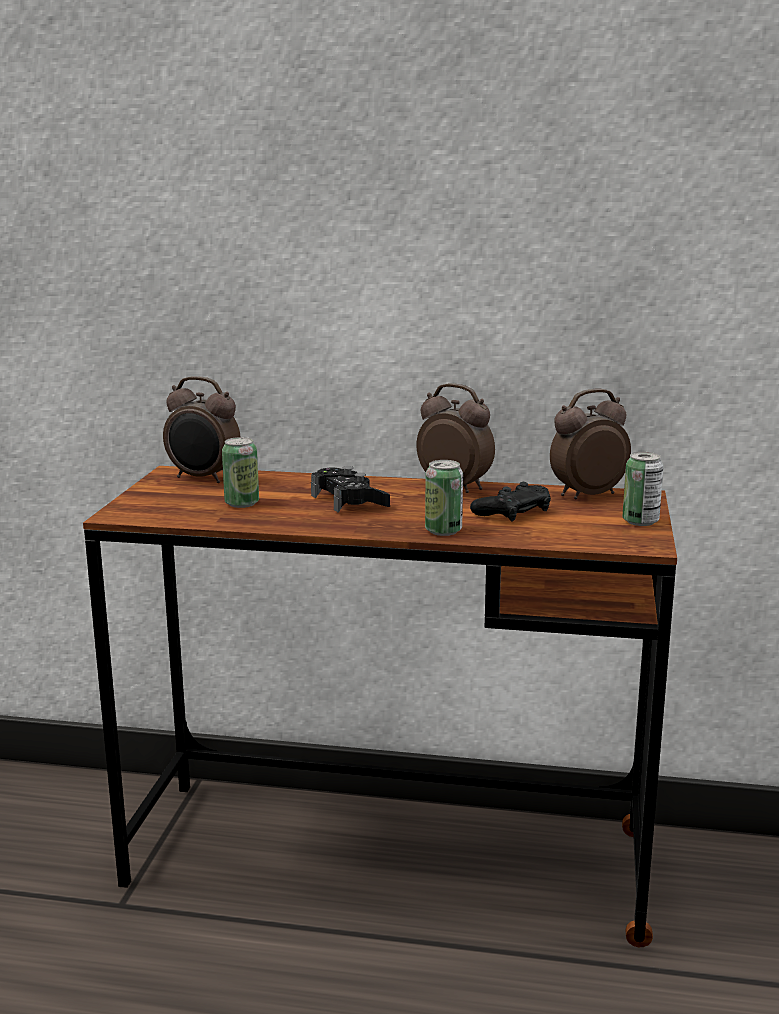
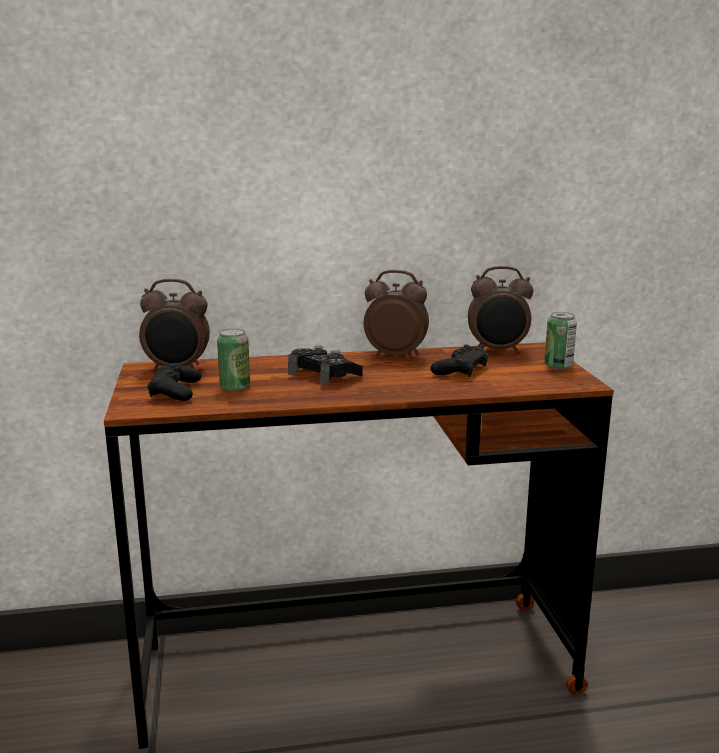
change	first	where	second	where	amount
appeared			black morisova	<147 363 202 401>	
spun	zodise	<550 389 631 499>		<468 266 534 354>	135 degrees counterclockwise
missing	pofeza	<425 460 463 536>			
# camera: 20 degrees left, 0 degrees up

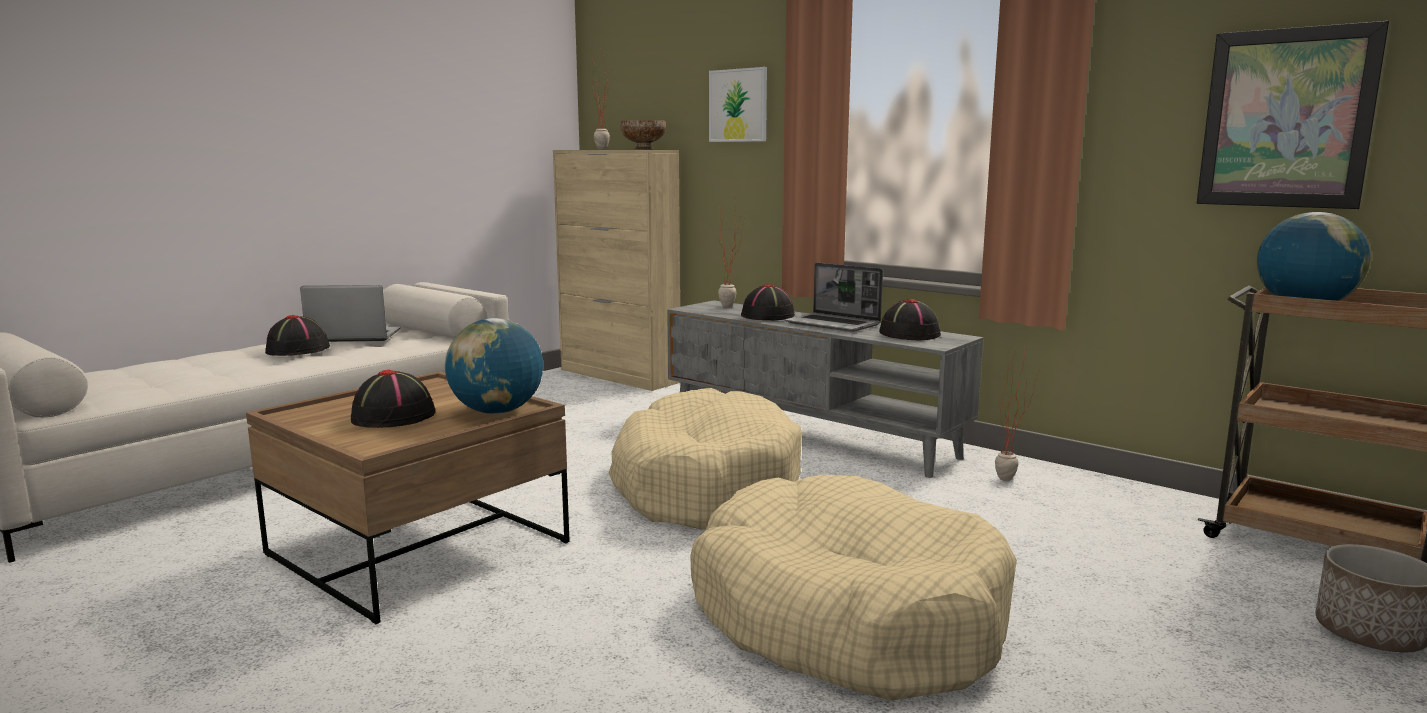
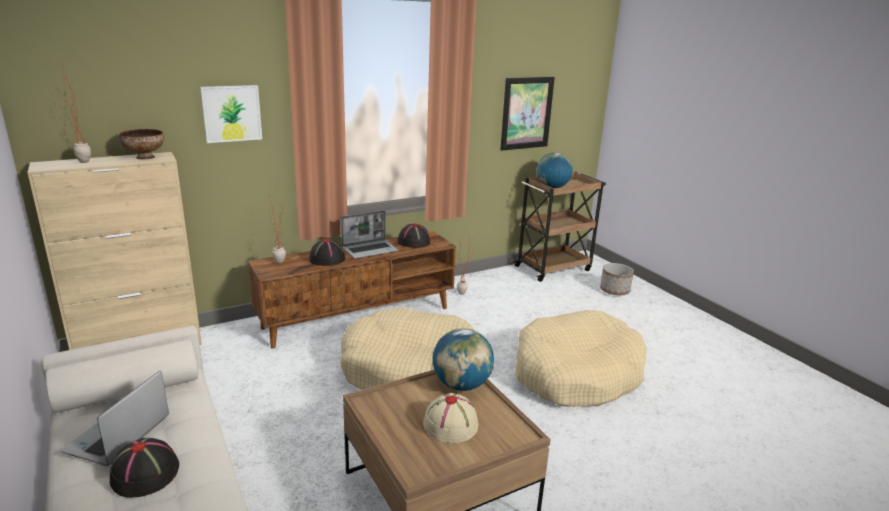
change	first	where	second	where	amount
colour	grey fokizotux	<667 300 983 478>	brown fokizotux	<248 231 456 349>	
colour	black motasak	<351 369 436 428>	beige motasak	<423 393 478 443>	
# camera: 70 degrees left, 10 degrees up

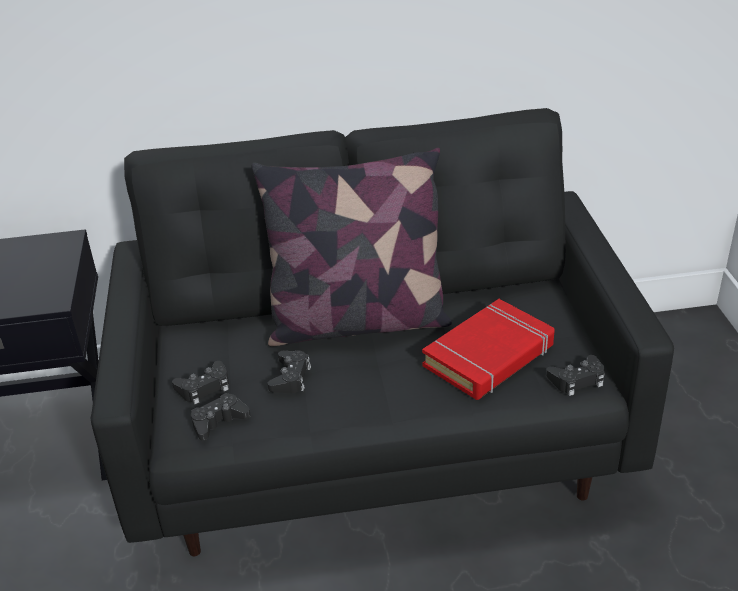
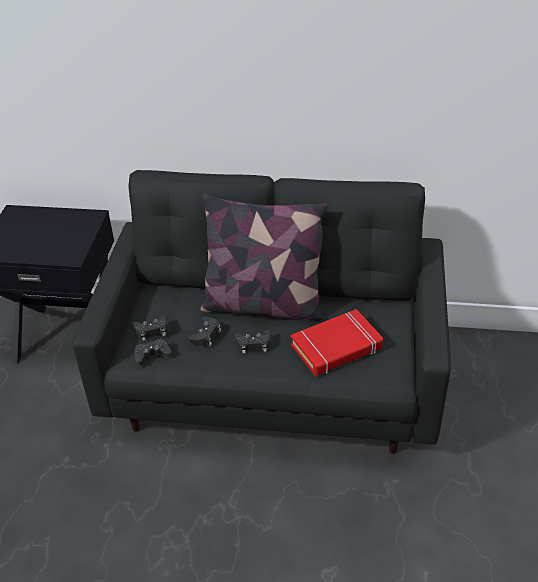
change	first	where	second	where	amount
relocated	black morisova	<546 355 605 396>		<235 330 271 353>	
# camera: 15 degrees right, 5 degrees up

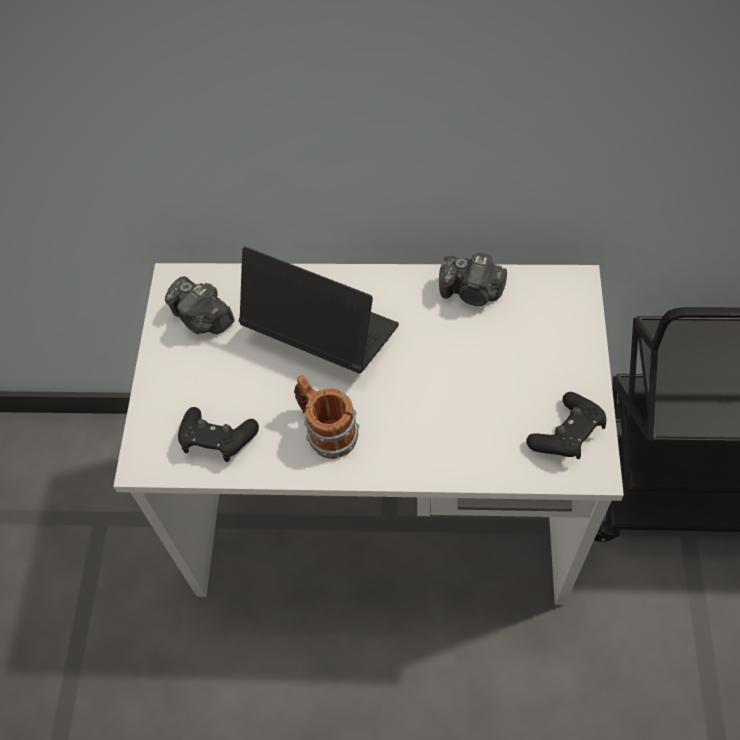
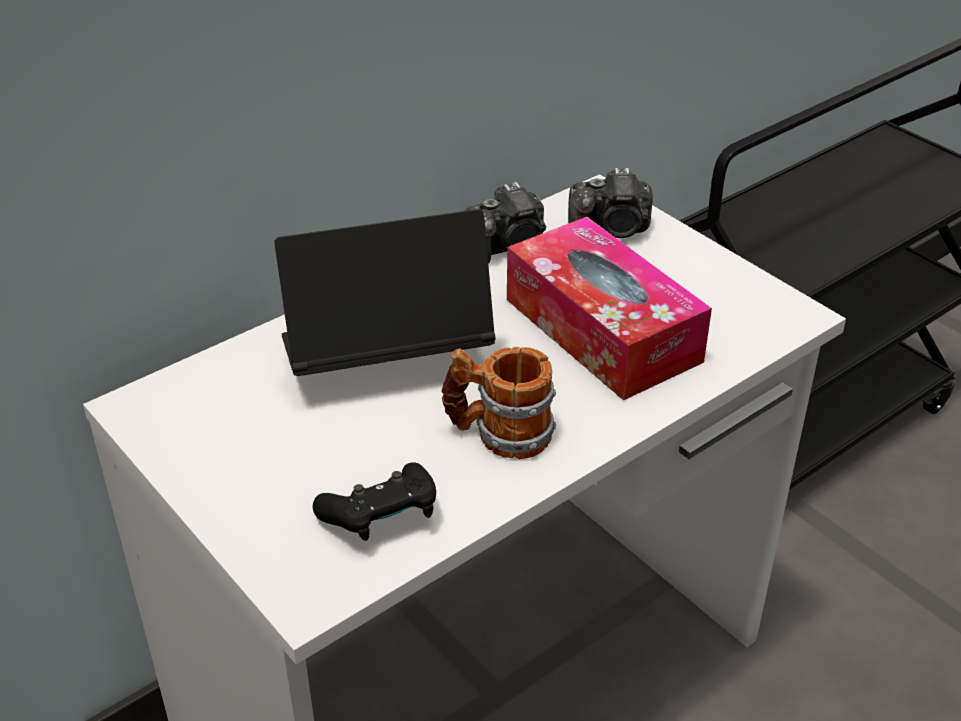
change	first	where	second	where	amount
appeared			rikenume	<507 217 712 400>	
relocated	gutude	<165 276 235 334>		<568 168 653 238>	
missing	black morisova	<526 392 607 459>			
# camera: 45 degrees left, 20 degrees down

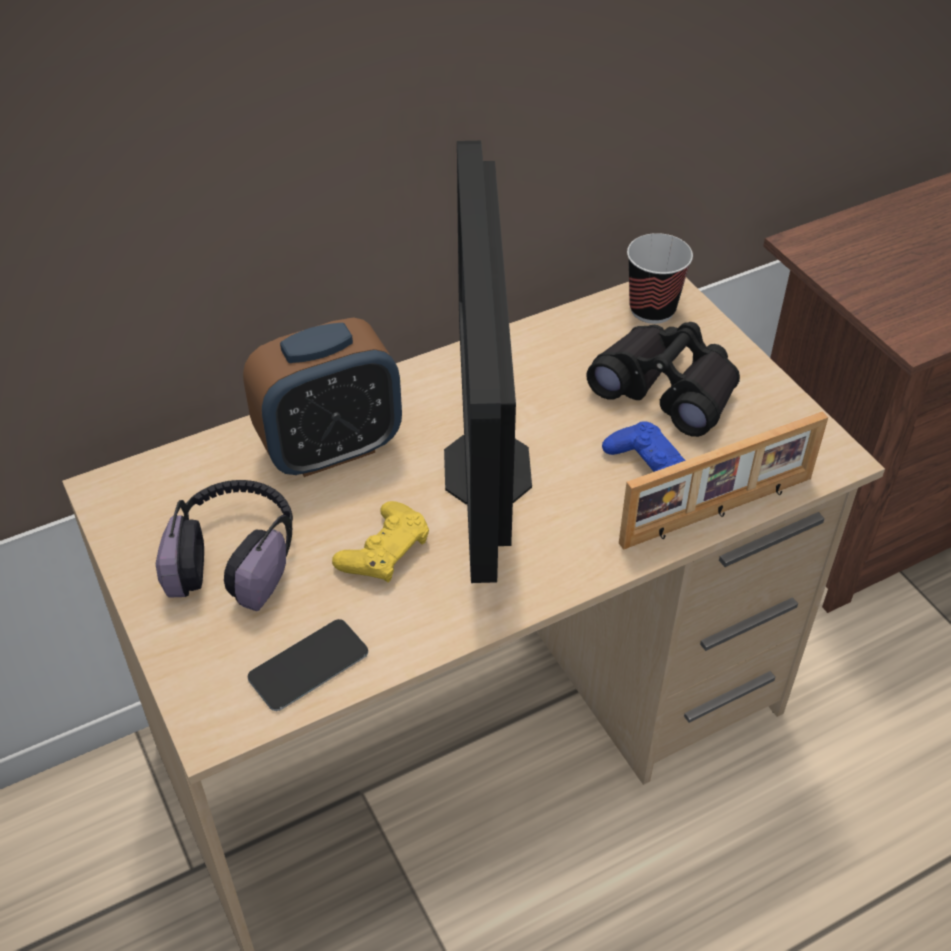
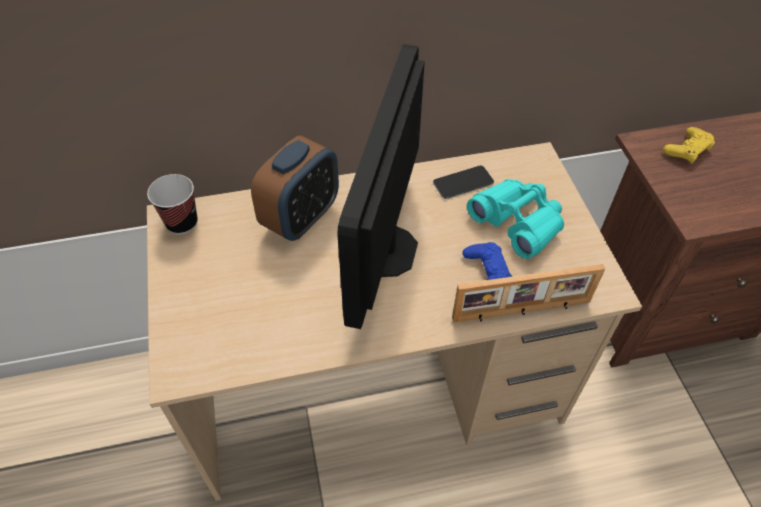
change	first	where	second	where	amount
relocated	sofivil	<627 233 693 324>		<147 174 198 234>	
spun	zodise	<243 317 402 477>		<251 135 339 241>	45 degrees counterclockwise
relocated	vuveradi	<248 619 368 711>		<433 166 494 199>	
colour	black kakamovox	<587 322 740 437>	turquoise kakamovox	<467 179 564 259>	
relocated	yellow morisova	<332 501 429 582>		<663 127 715 164>	
missing	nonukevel	<156 480 293 611>			
# camera: 15 degrees right, 5 degrees up

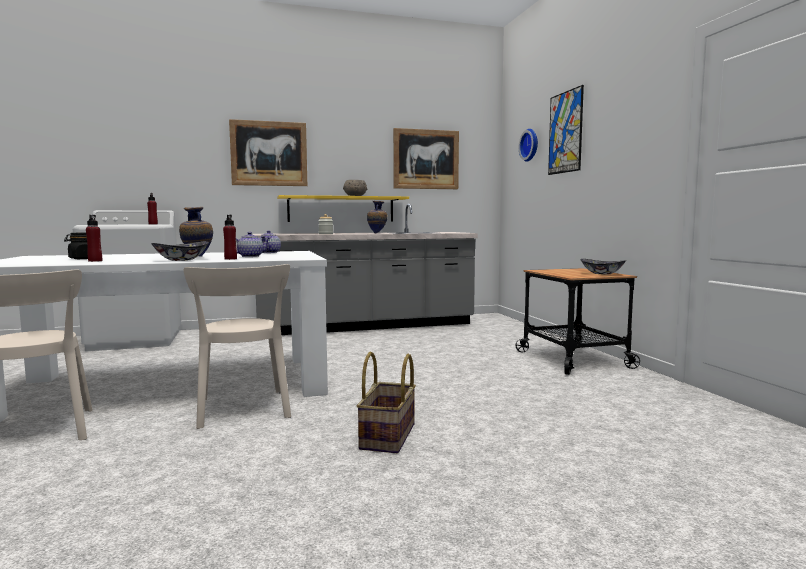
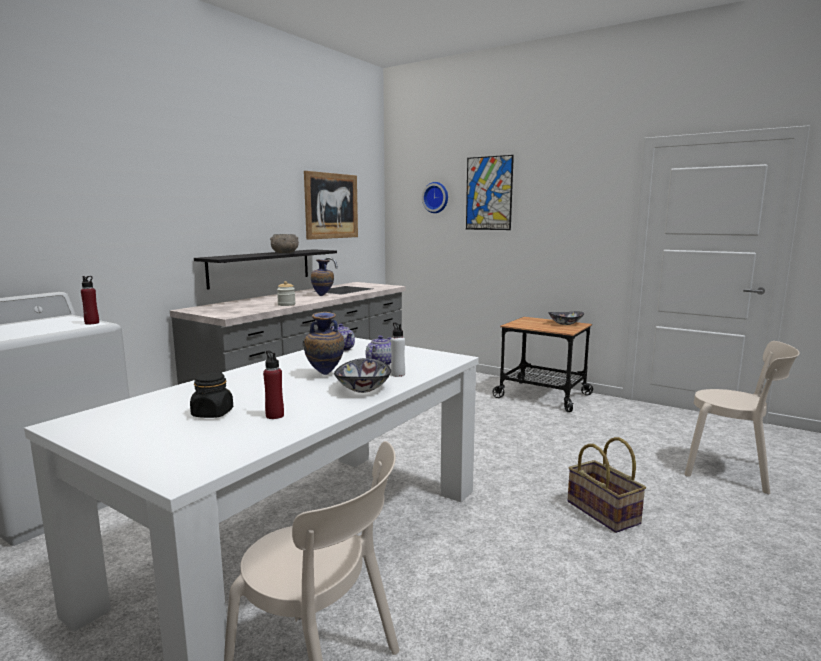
change	first	where	second	where	amount
colour	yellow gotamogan	<277 195 409 222>	black gotamogan	<194 249 337 290>	
colour	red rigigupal	<223 215 237 260>	white rigigupal	<391 322 405 377>	
relocated	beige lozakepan	<184 264 291 429>		<684 341 800 494>	
missing	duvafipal	<229 119 308 186>			
# camera: 40 degrees left, 5 degrees up

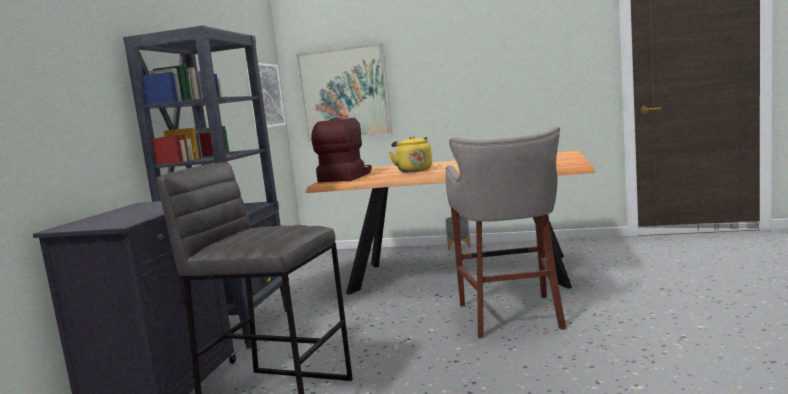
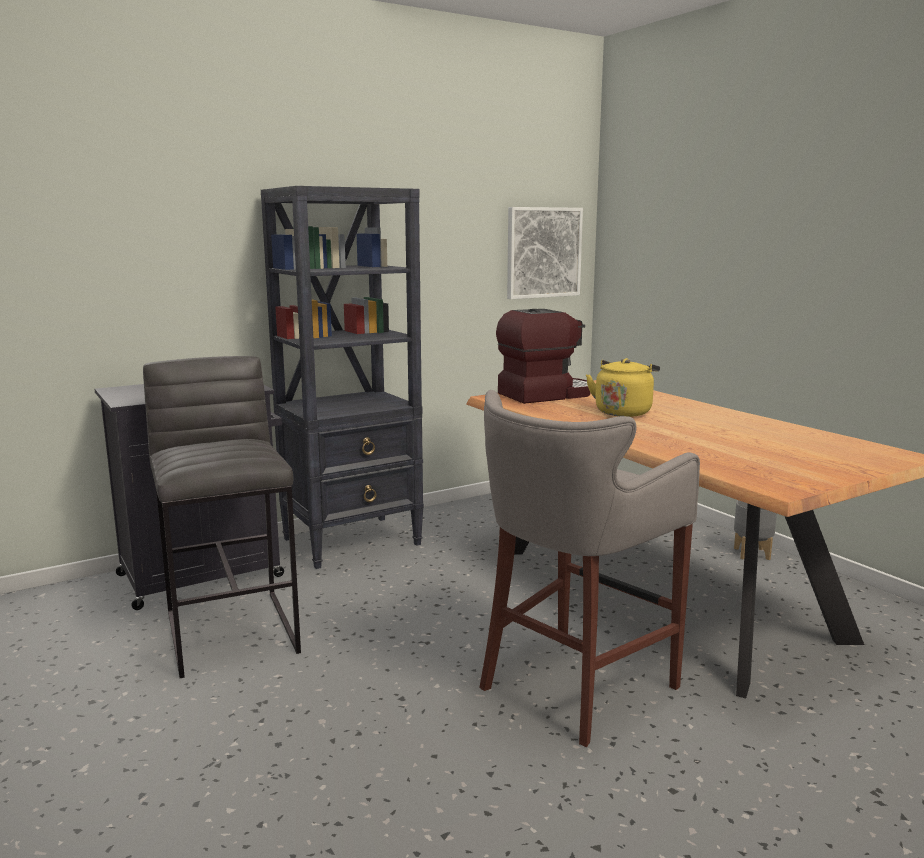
change	first	where	second	where	amount
missing	duvafipal	<296 43 392 142>			
# camera: 45 degrees right, 5 degrees up

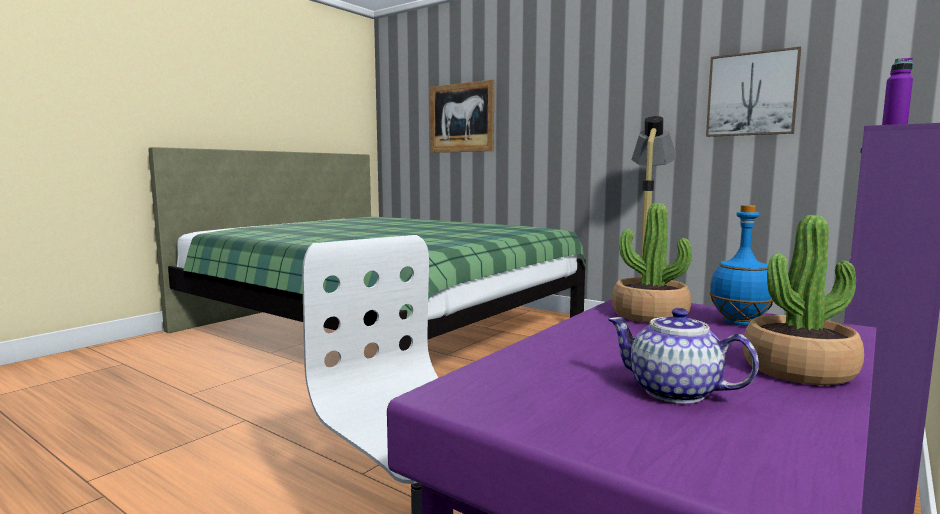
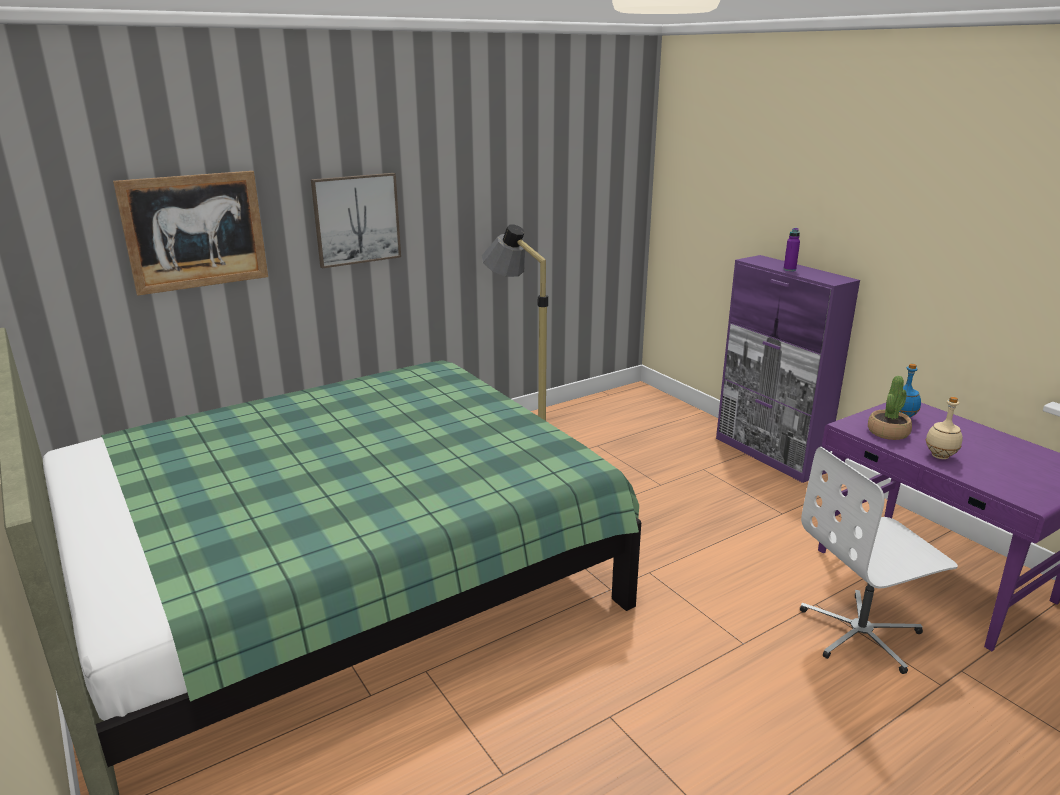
change	first	where	second	where	amount
relocated	duvafipal	<706 47 801 137>		<311 173 401 268>	
appeared			beige rigigupal	<926 397 963 459>	
missing	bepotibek	<608 308 759 404>			
missing	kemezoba	<743 215 864 385>			
# camera: 70 degrees left, 15 degrees up

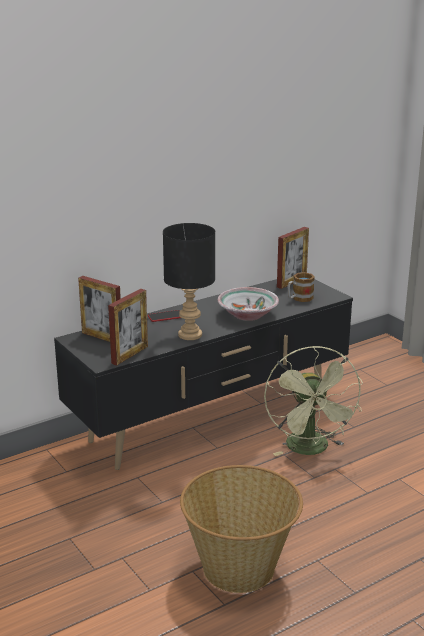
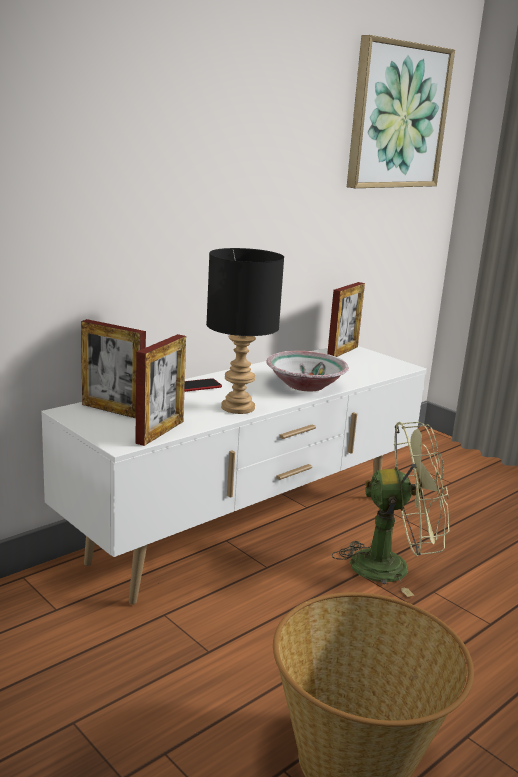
change	first	where	second	where	amount
colour	black fokizotux	<54 279 353 470>	white fokizotux	<42 346 427 605>	
spun	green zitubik	<264 346 363 456>		<332 422 449 597>	75 degrees counterclockwise
appeared			duvafipal	<347 35 455 188>	
missing	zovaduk	<288 272 315 302>			
# camera: 10 degrees left, 5 degrees down

